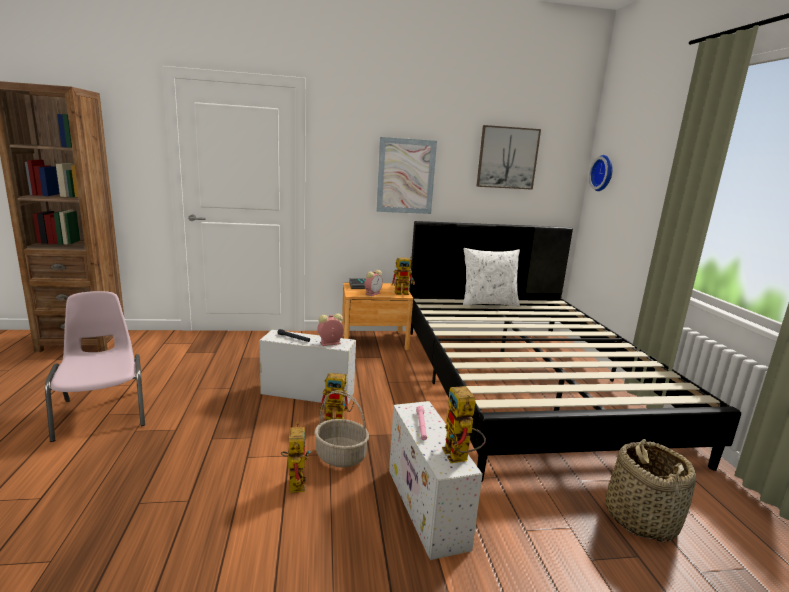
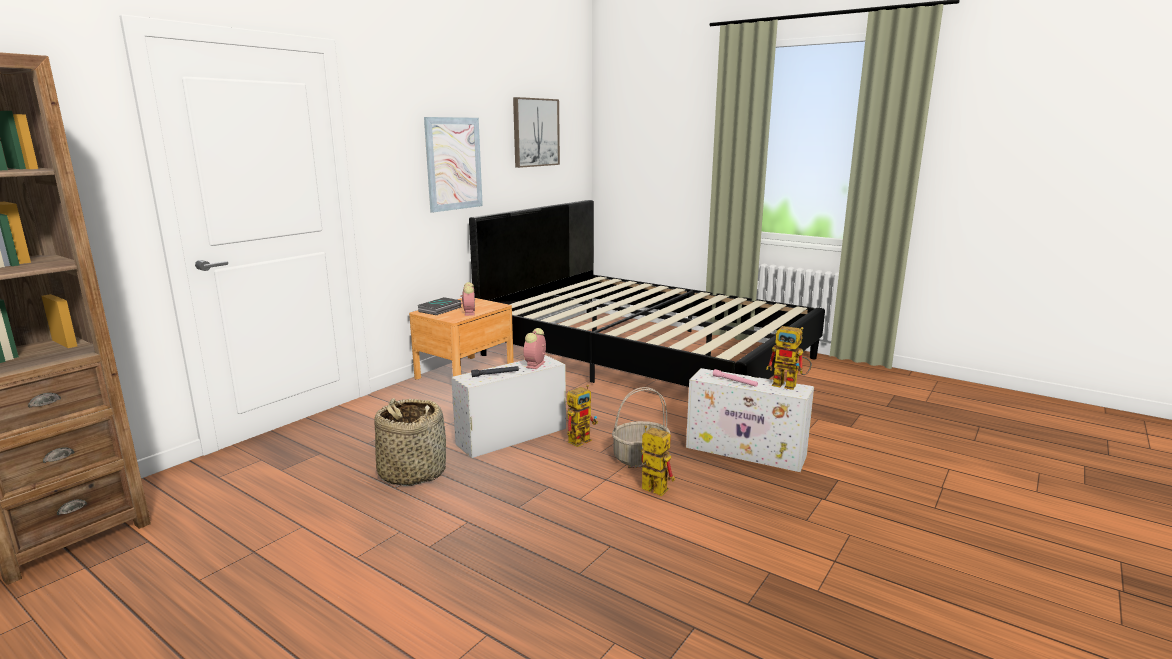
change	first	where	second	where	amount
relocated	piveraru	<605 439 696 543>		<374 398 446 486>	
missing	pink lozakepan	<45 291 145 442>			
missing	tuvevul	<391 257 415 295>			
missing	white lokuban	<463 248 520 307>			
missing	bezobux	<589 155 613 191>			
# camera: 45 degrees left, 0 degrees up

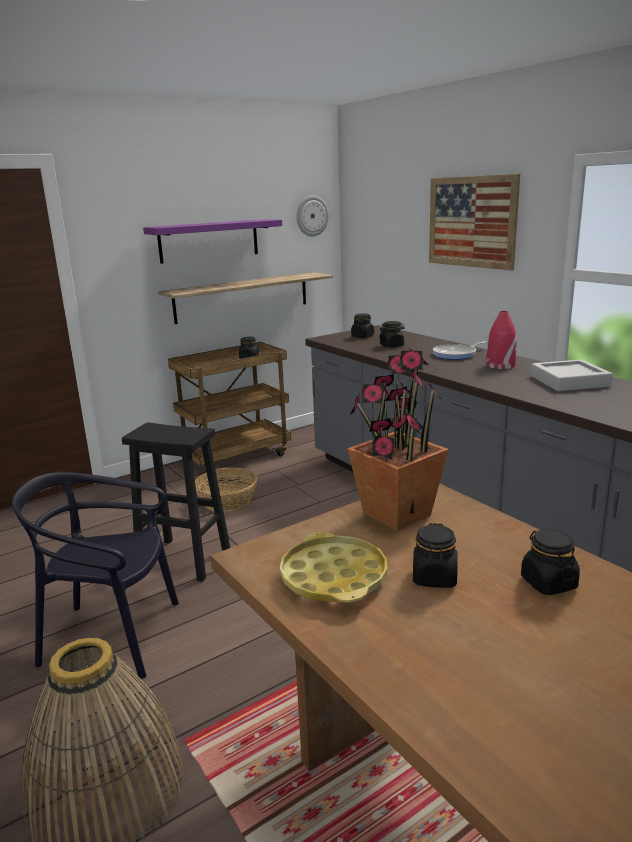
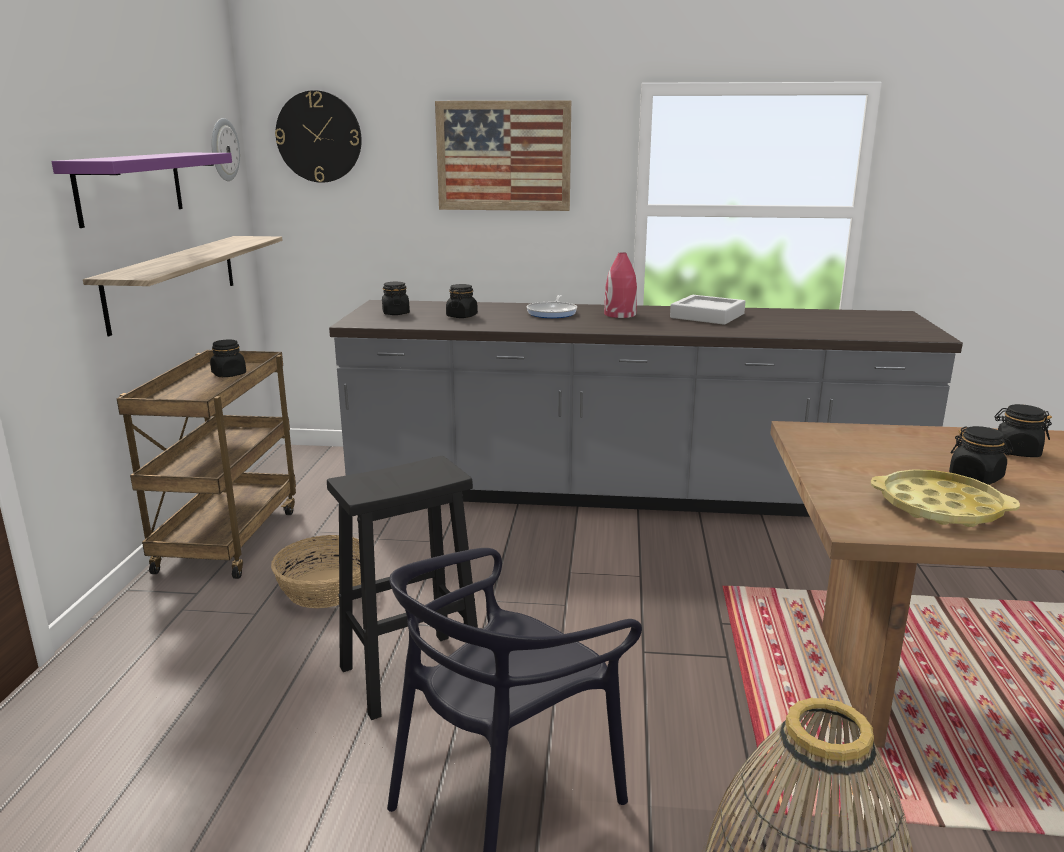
change	first	where	second	where	amount
appeared			bezobux	<275 90 362 183>	
missing	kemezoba	<347 348 449 531>			
# camera: 50 degrees left, 0 degrees up

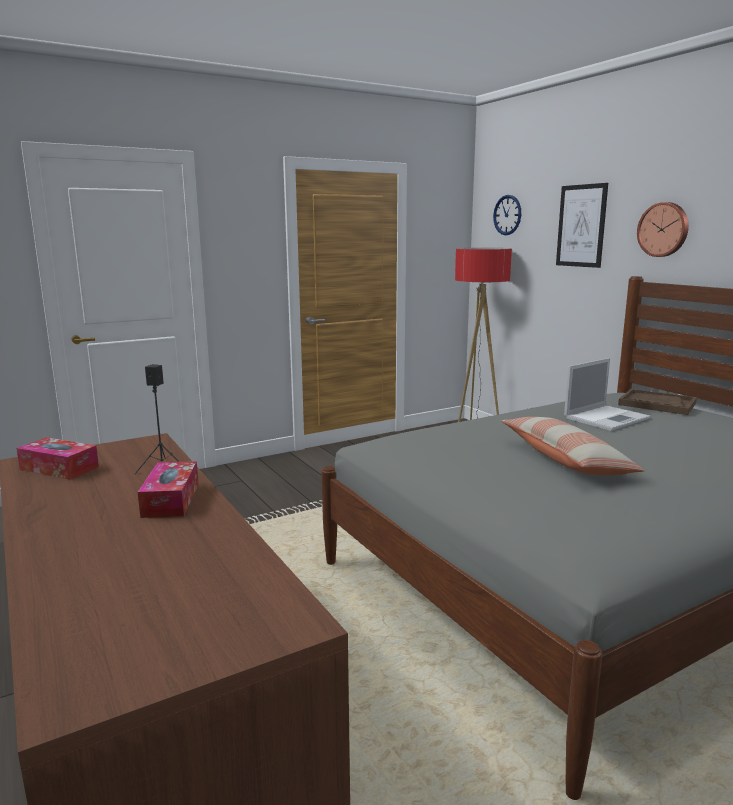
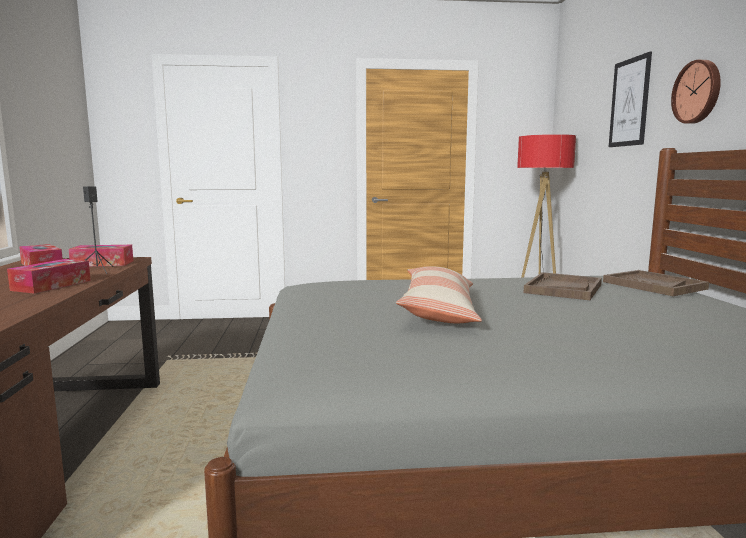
change	first	where	second	where	amount
appeared			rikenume	<68 245 133 266>	
exchanged	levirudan	<564 358 651 431>	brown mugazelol	<524 272 602 300>	
missing	bezobux	<493 195 521 235>			
# camera: 25 degrees right, 5 degrees down

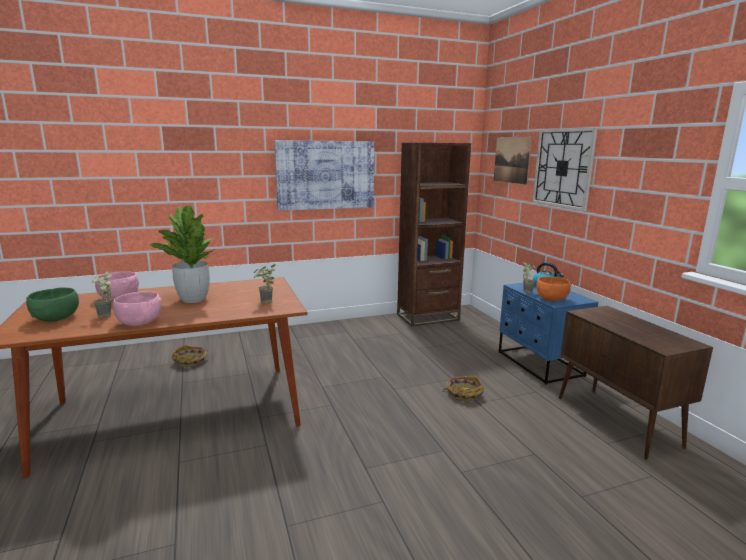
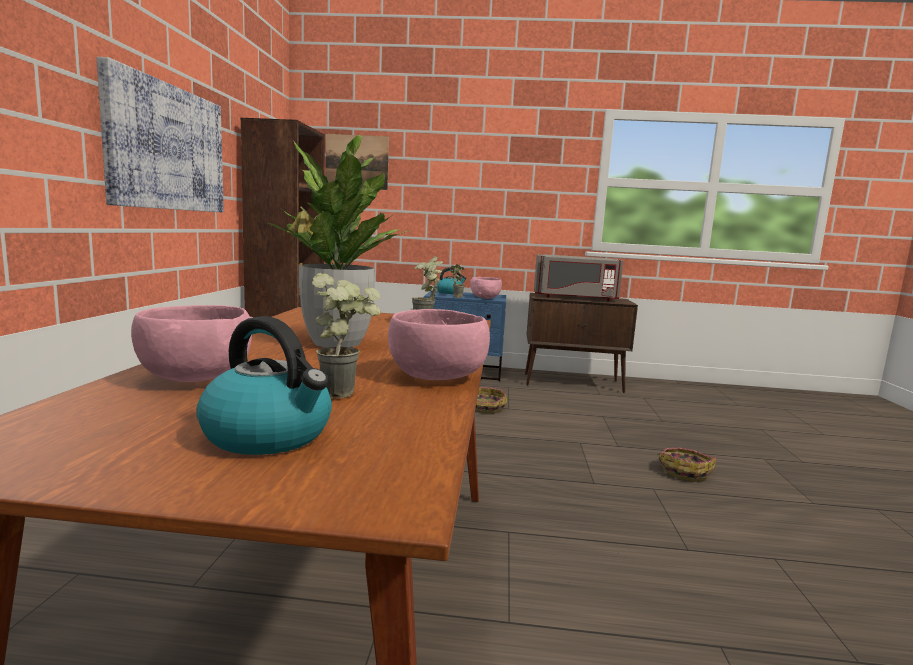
change	first	where	second	where	amount
exchanged	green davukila	<26 288 79 322>	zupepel	<196 316 332 455>	
colour	orange davukila	<536 277 571 301>	pink davukila	<470 277 502 299>	
appeared			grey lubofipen	<534 254 623 301>	
relocated	piveraru	<172 345 208 367>		<658 447 716 482>	
missing	bezobux	<532 128 598 211>			
# camera: 65 degrees left, 5 degrees down

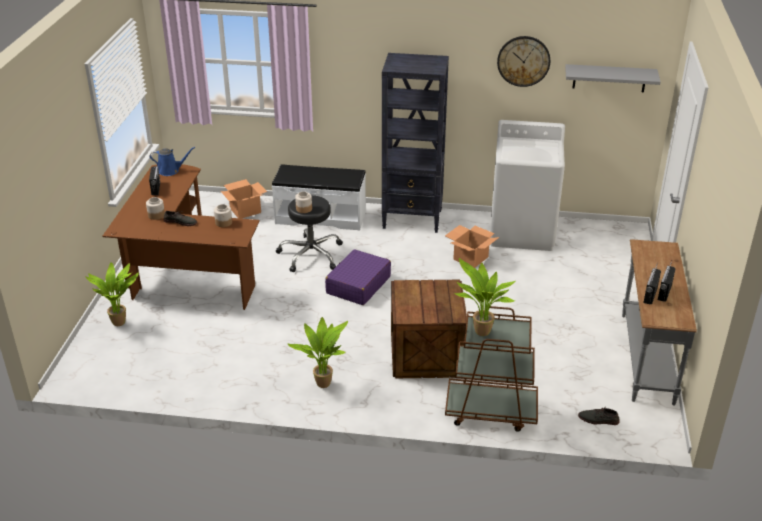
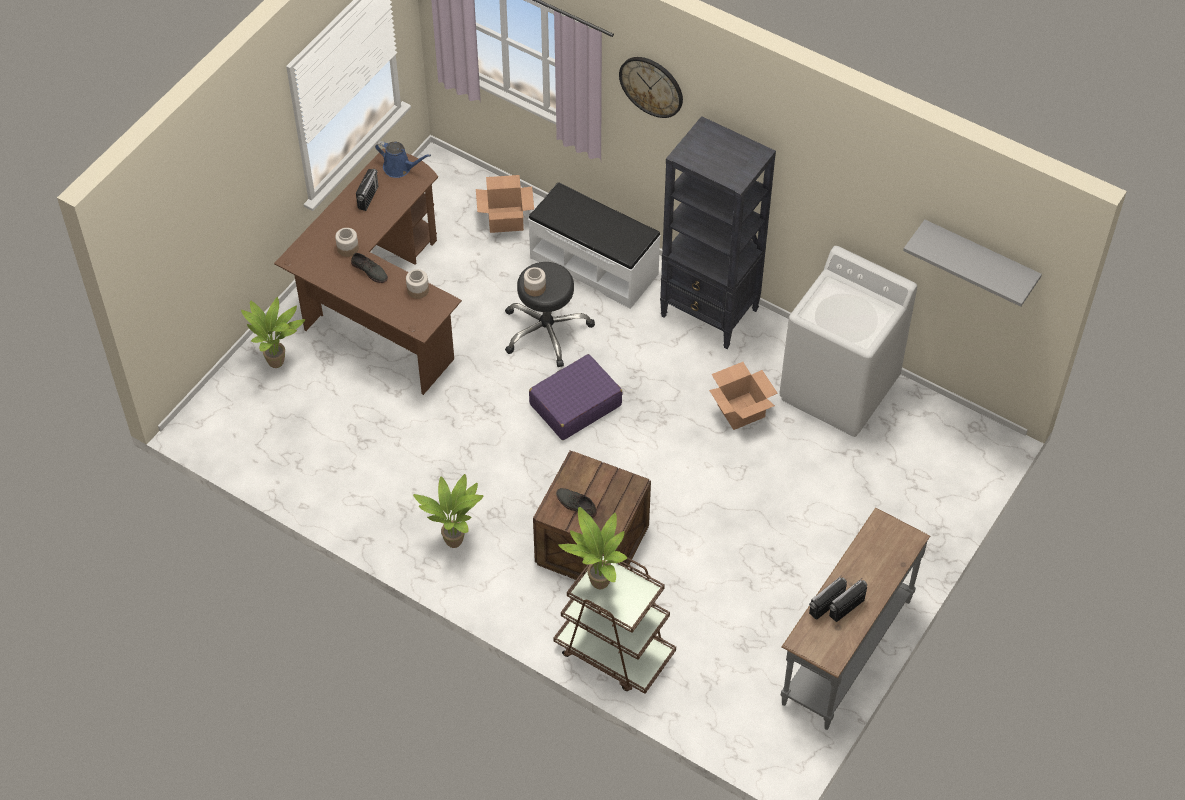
change	first	where	second	where	amount
relocated	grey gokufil	<578 408 620 425>		<556 488 597 518>	
relocated	bezobux	<497 36 550 87>		<619 57 683 118>	
# camera: 25 degrees right, 20 degrees up

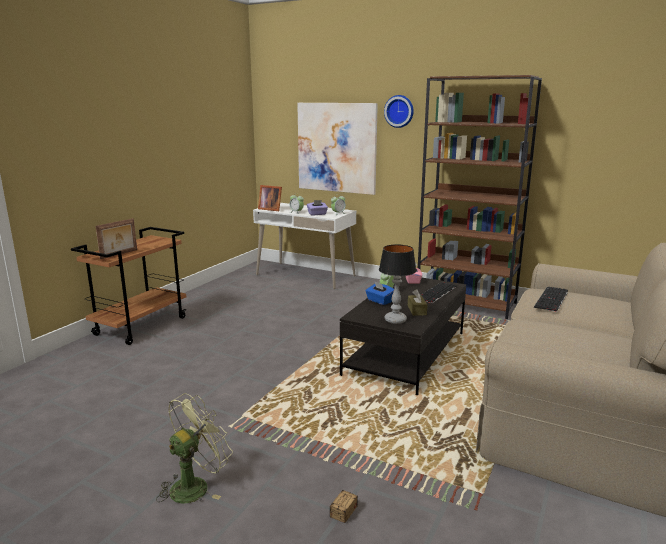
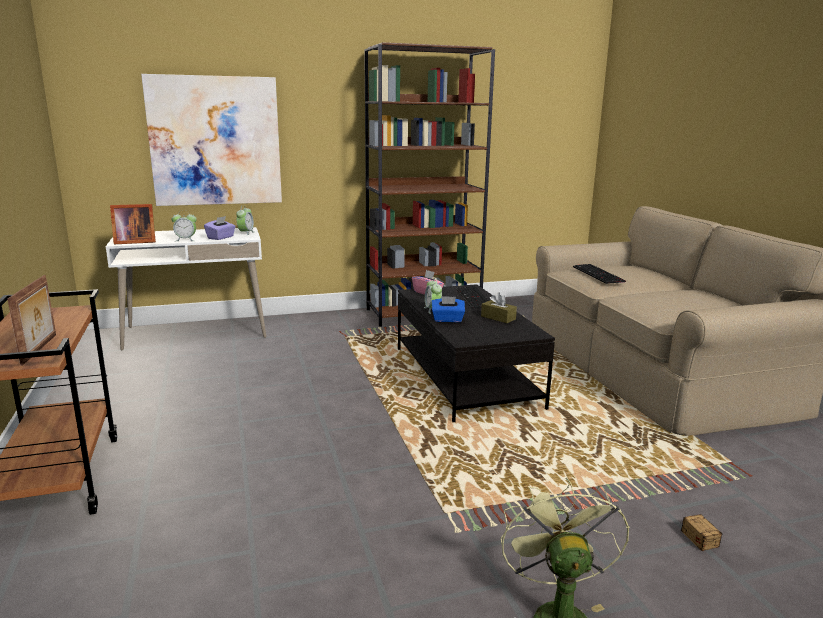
change	first	where	second	where	amount
missing	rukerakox	<379 244 416 324>			
missing	bezobux	<384 95 414 128>			
# camera: 45 degrees left, 0 degrees up

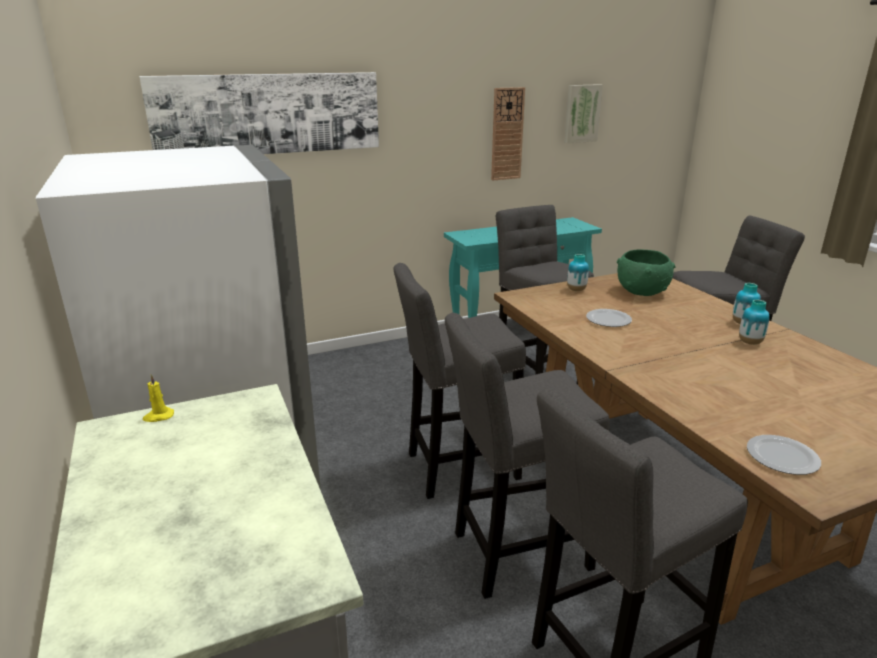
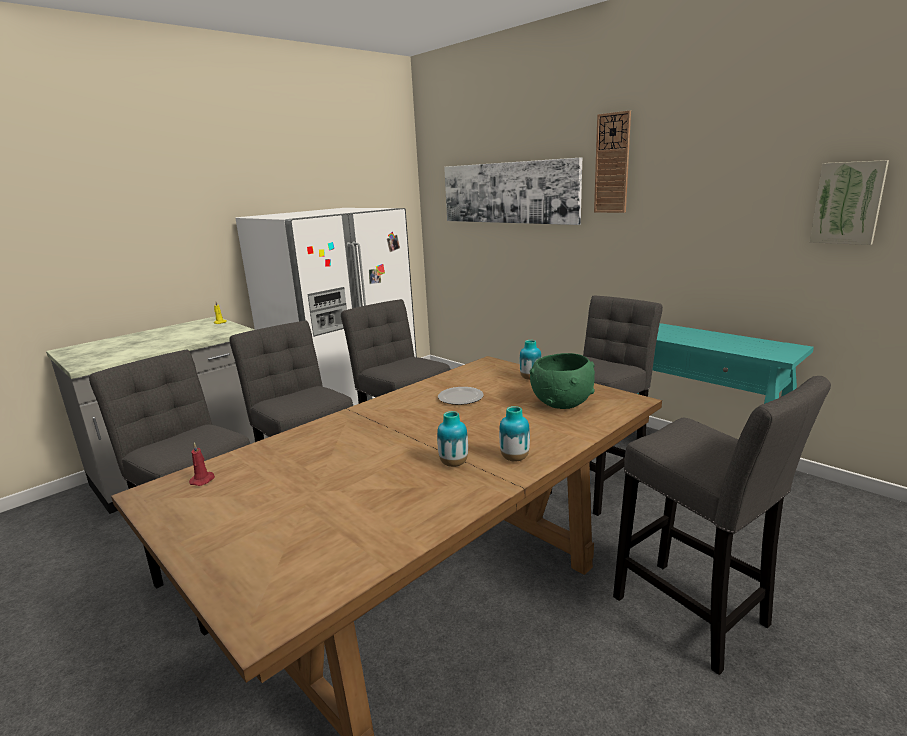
change	first	where	second	where	amount
exchanged	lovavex	<747 435 821 475>	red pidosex	<189 442 215 486>	
relocated	bezobux	<491 87 525 181>		<594 110 631 213>	
# camera: 70 degrees right, 5 degrees down

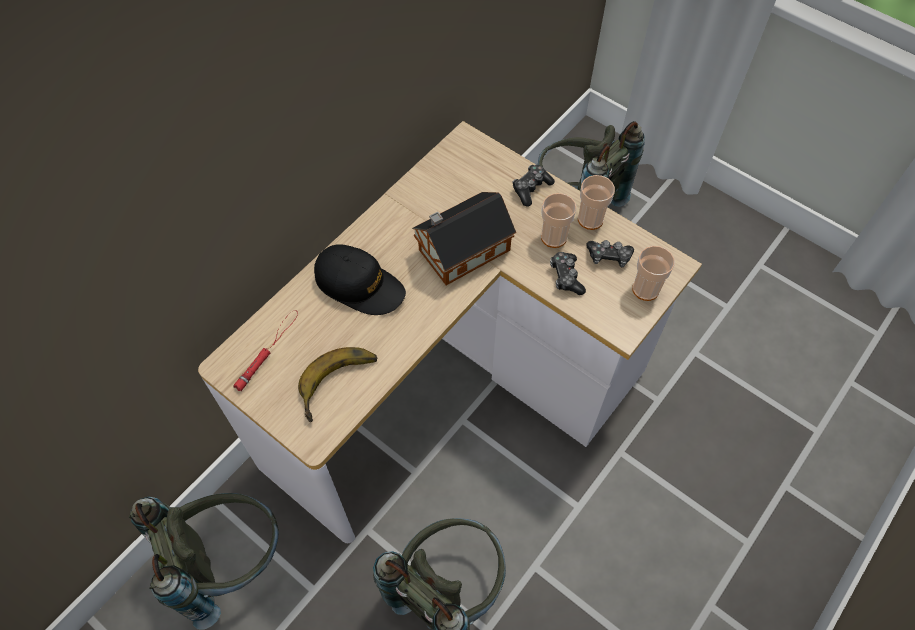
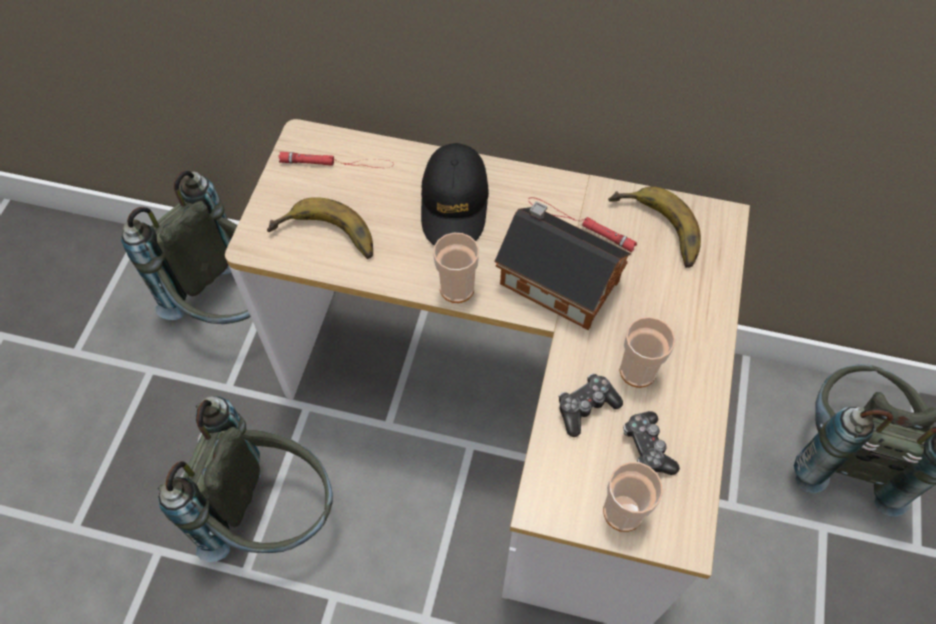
change	first	where	second	where	amount
relocated	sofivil	<578 175 615 230>		<433 233 479 303>	
appeared			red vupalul	<528 197 637 252>	
appeared			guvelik	<608 186 701 268>	
missing	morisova	<513 165 555 206>			
# camera: 65 degrees right, 0 degrees up

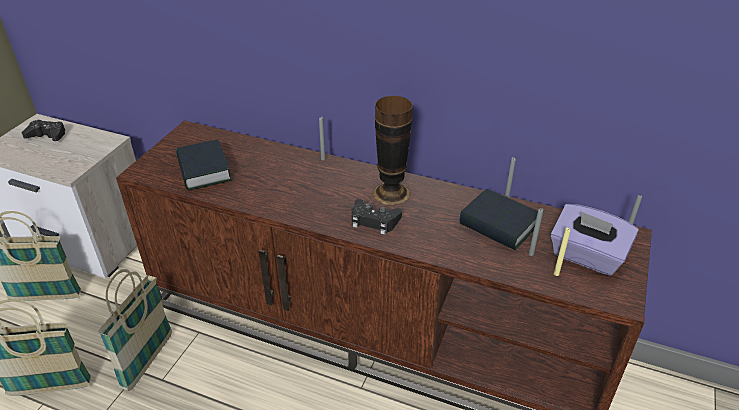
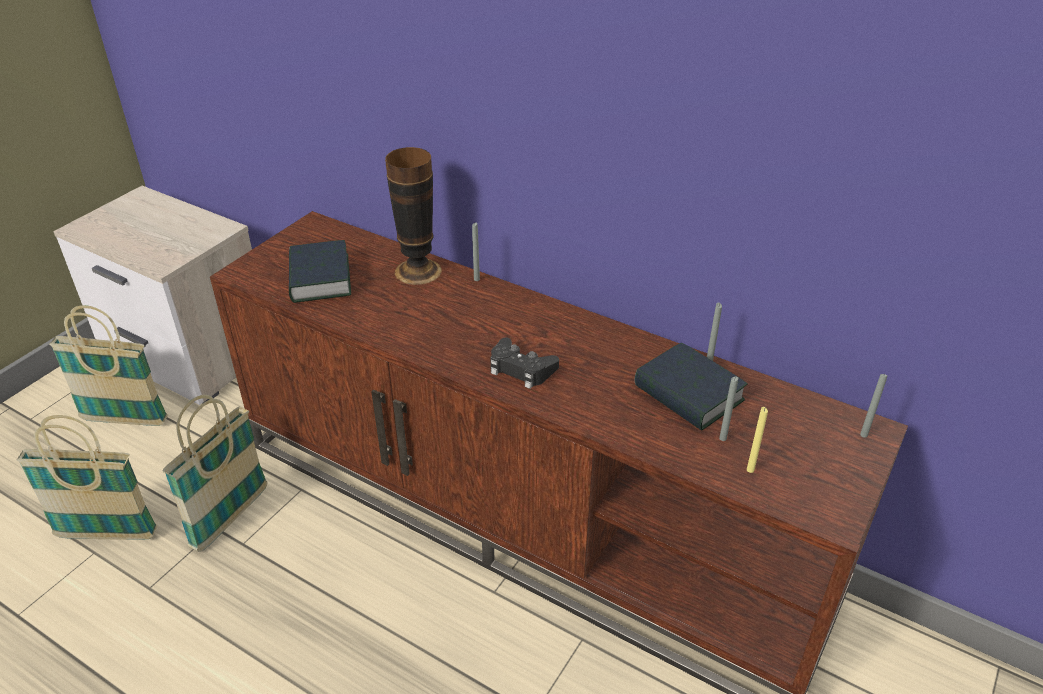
change	first	where	second	where	amount
relocated	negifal	<372 96 413 206>		<385 147 442 285>	
missing	black morisova	<22 120 65 141>			
missing	purple rikenume	<550 204 639 276>			
# camera: 10 degrees right, 0 degrees up

